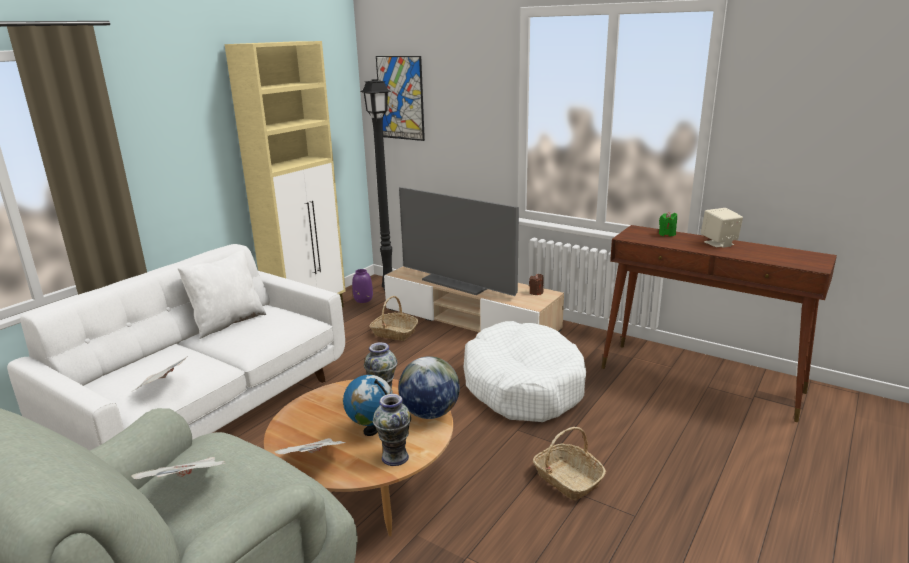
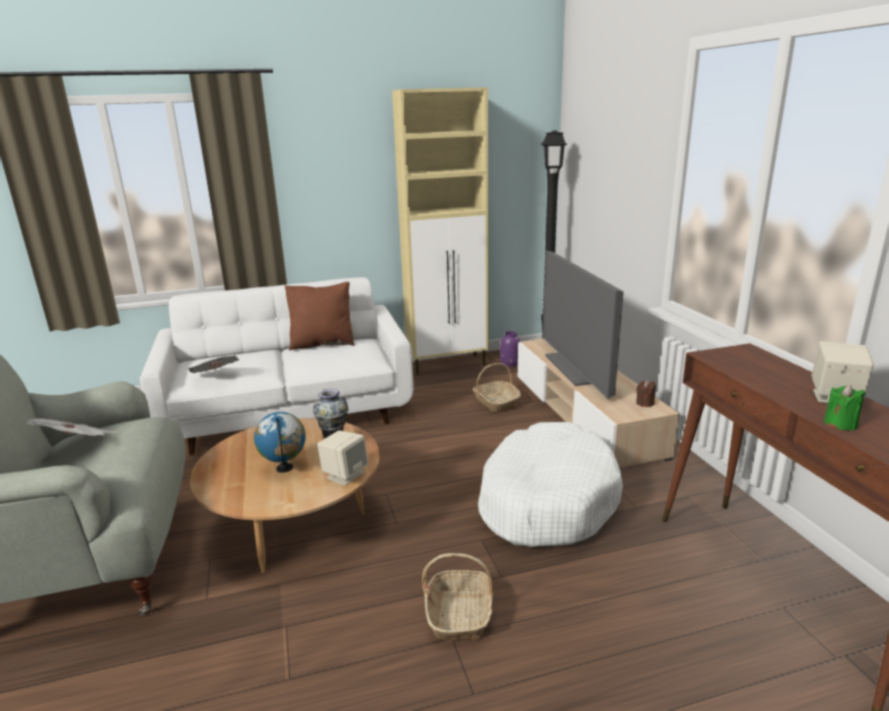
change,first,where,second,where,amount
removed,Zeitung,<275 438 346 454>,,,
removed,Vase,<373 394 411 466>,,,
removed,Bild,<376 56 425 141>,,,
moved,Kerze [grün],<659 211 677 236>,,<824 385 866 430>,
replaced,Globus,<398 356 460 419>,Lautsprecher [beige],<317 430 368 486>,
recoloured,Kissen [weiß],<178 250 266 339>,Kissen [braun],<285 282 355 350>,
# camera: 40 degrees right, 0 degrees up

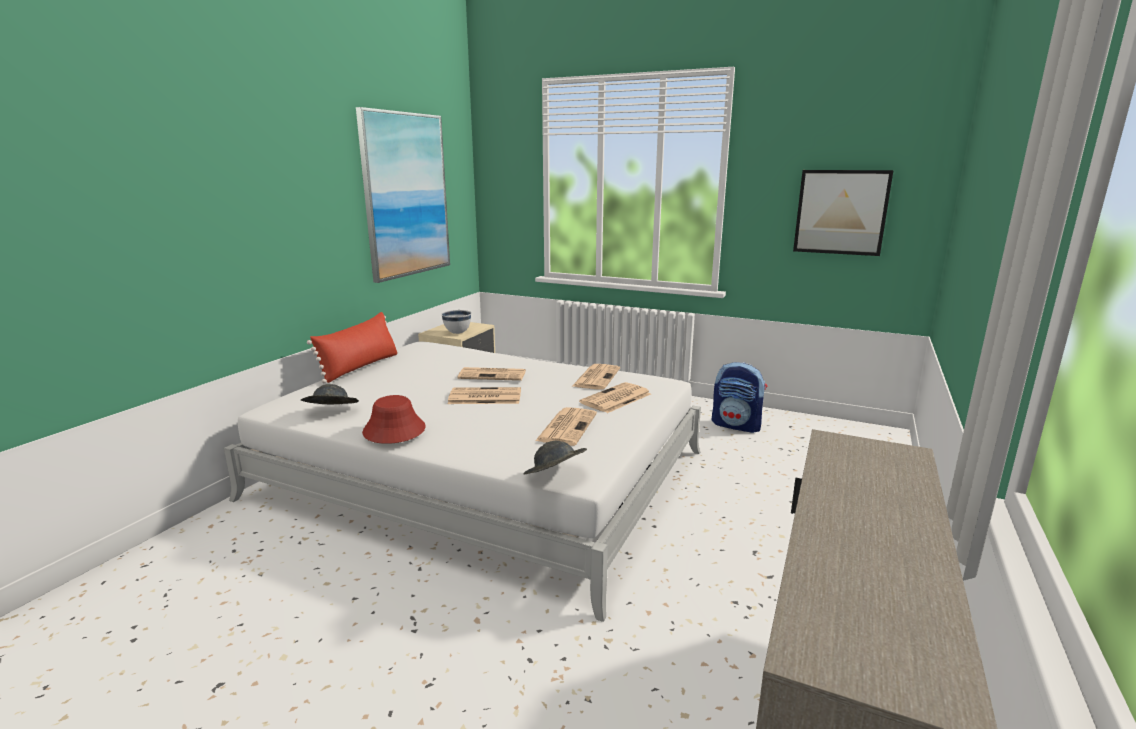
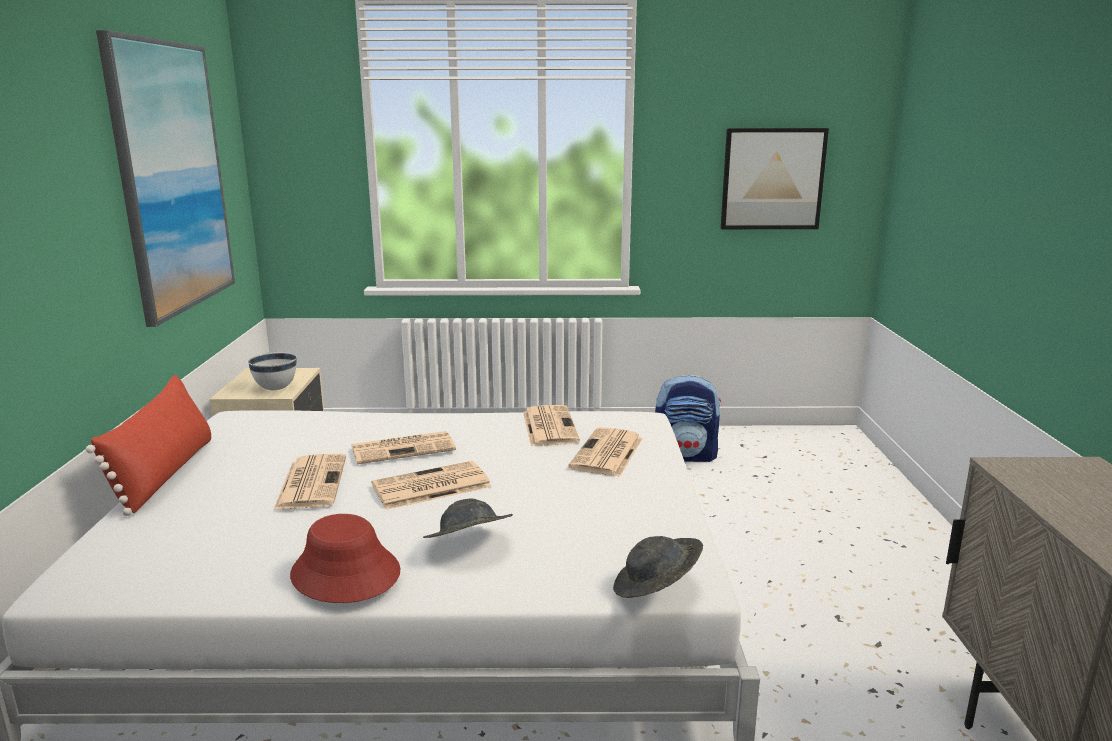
change,first,where,second,where,amount
moved,Hut [grau],<301 384 359 404>,,<423 499 513 538>,
moved,Zeitung,<535 407 597 446>,,<273 454 346 510>,
# camera: 25 degrees left, 0 degrees up

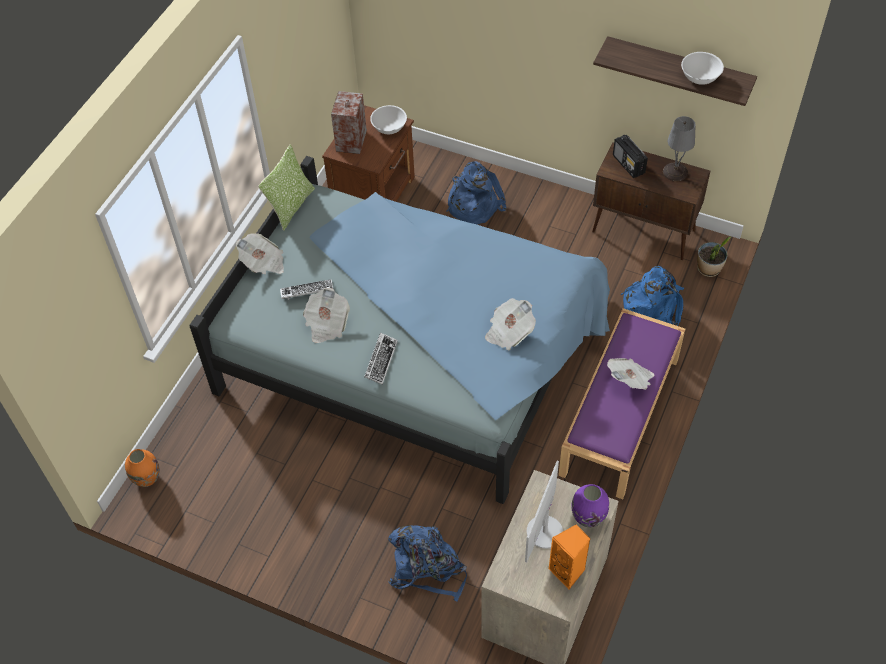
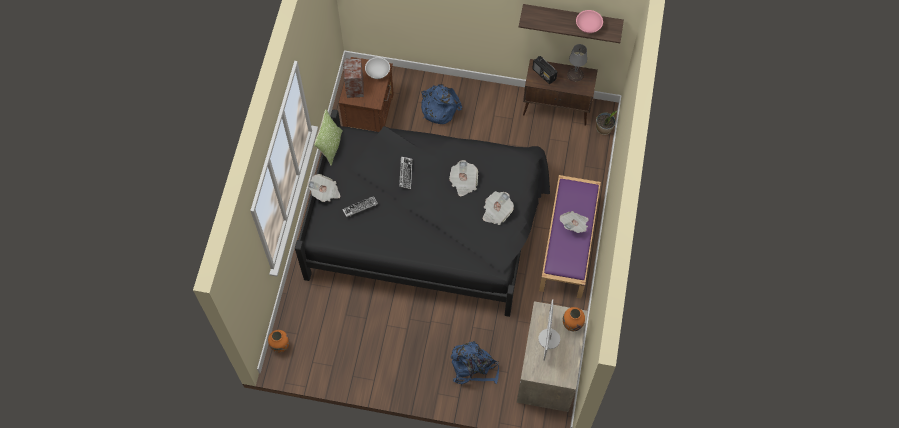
change,first,where,second,where,amount
removed,Lautsprecher [orange],<549 524 591 589>,,,
removed,Rucksack [blau],<621 266 684 326>,,,
moved,Zeitung,<303 288 350 343>,,<449 160 478 196>,
moved,Tastatur,<364 333 398 385>,,<399 157 412 189>,
recoloured,Bett [blau],<189 156 610 504>,Bett [schwarz],<295 110 550 317>,
recoloured,Vase [lila],<572 484 609 527>,Vase [orange],<563 307 585 331>,
recoloured,Schüssel [weiß],<681 52 724 85>,Schüssel [rosa],<576 10 603 33>,
# camera: 15 degrees left, 10 degrees up

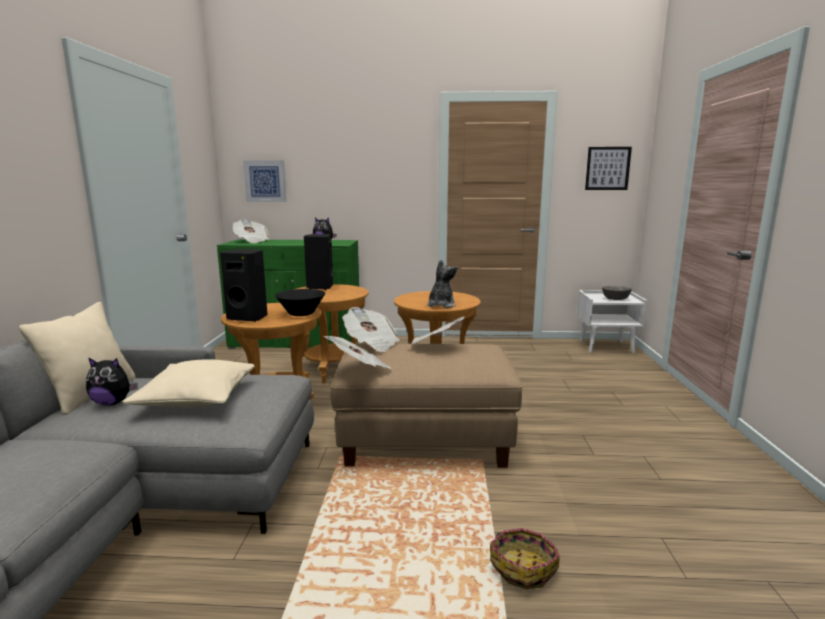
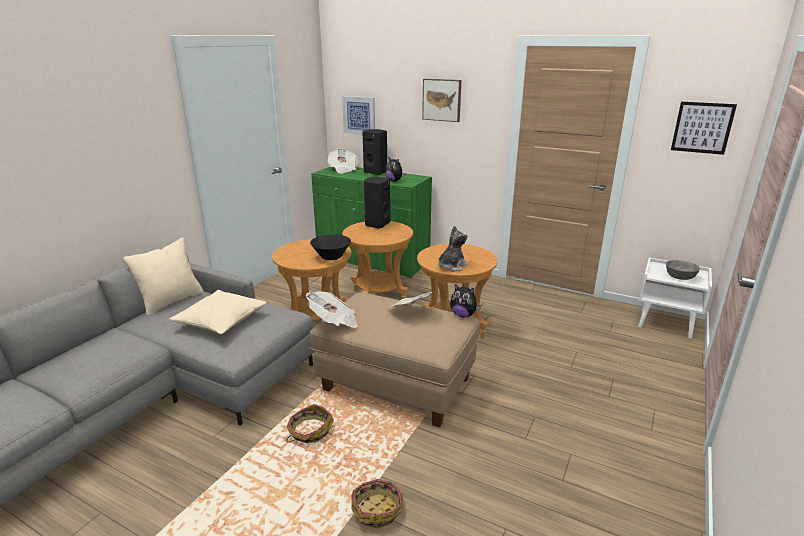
change,first,where,second,where,amount
removed,Zeitung,<342 307 400 352>,,,
added,,,Korb,<286 404 334 443>,
added,,,Bild,<422 79 461 122>,
moved,Plüschtier,<86 357 138 406>,,<450 284 481 318>,
moved,Lautsprecher [schwarz],<220 249 268 322>,,<362 129 387 175>,
# camera: 25 degrees right, 10 degrees up

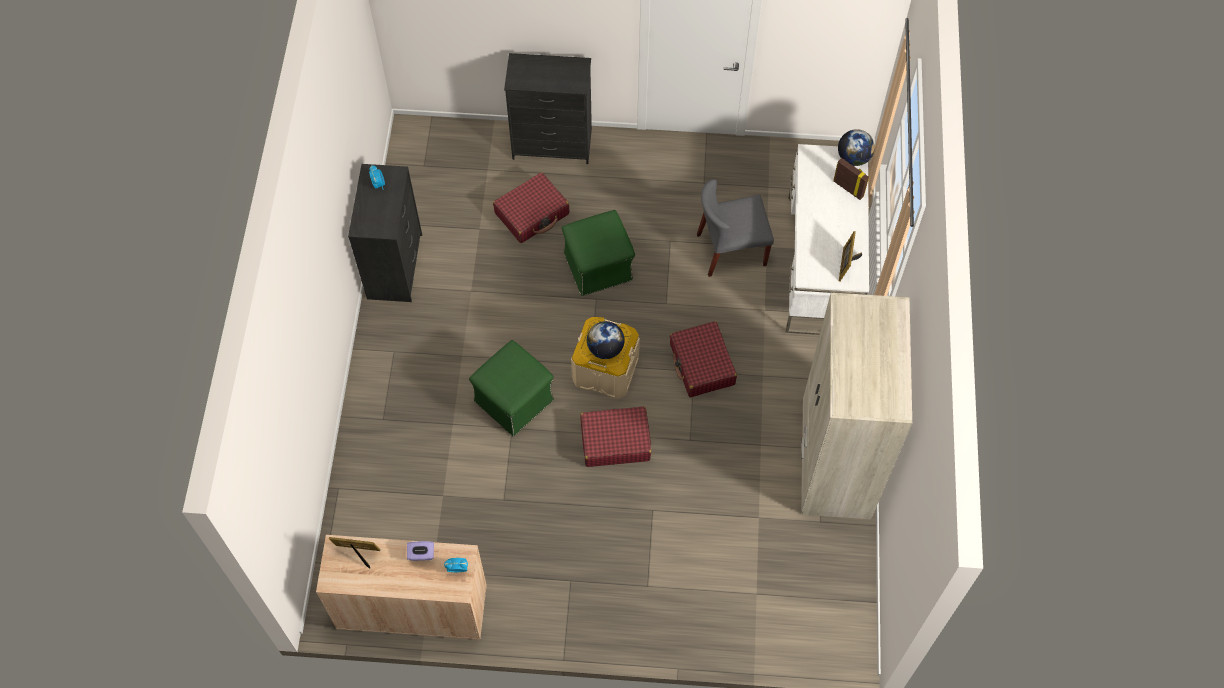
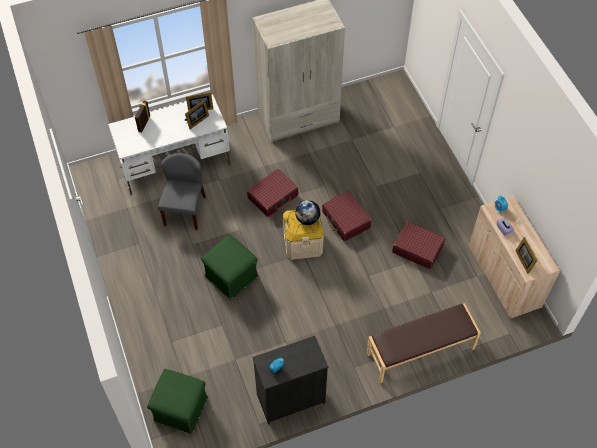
change,first,where,second,where,amount
removed,Kommode [schwarz],<504 53 592 164>,,,
removed,Globus,<838 129 875 166>,,,
added,,,Bilderrahmen,<185 100 209 129>,
added,,,Bank [braun],<366 303 481 383>,
moved,Polsterhocker [grün],<469 340 554 436>,,<147 369 208 434>,
moved,Koffer [rot],<493 172 569 243>,,<392 221 445 269>,
turned,Stuhl [grau],<697 179 774 277>,,<158 153 206 230>,135 degrees counterclockwise
# camera: 115 degrees left, 5 degrees down

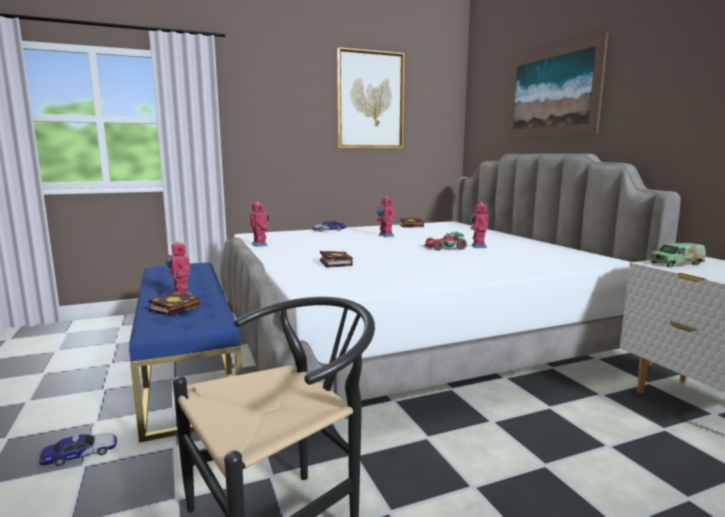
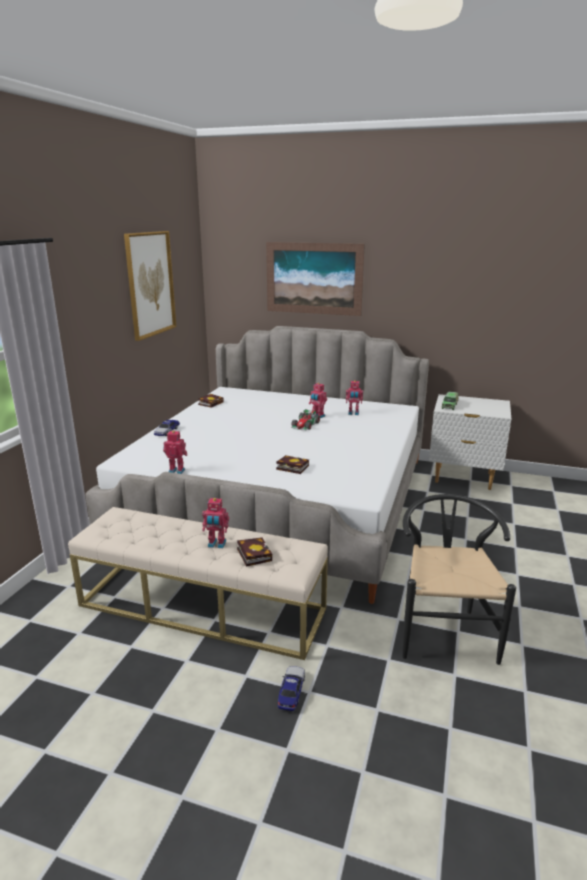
change,first,where,second,where,amount
moved,Spielzeugroboter,<376 197 395 237>,,<346 380 363 415>,
recoloured,Bank [blau],<129 263 242 443>,Bank [beige],<68 507 328 660>,
# camera: 50 degrees left, 10 degrees up

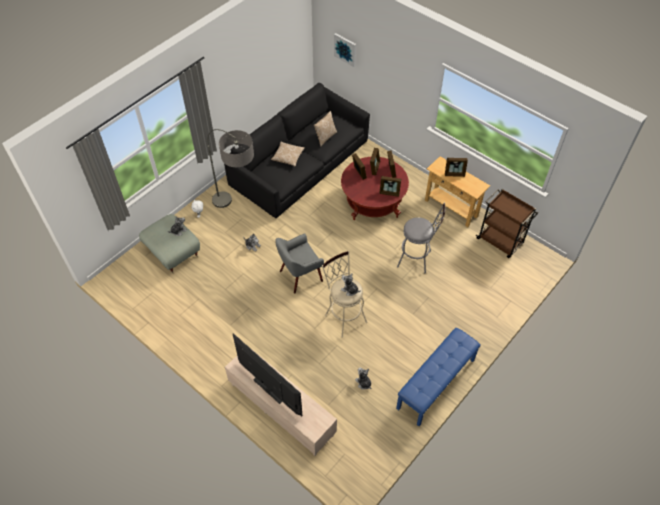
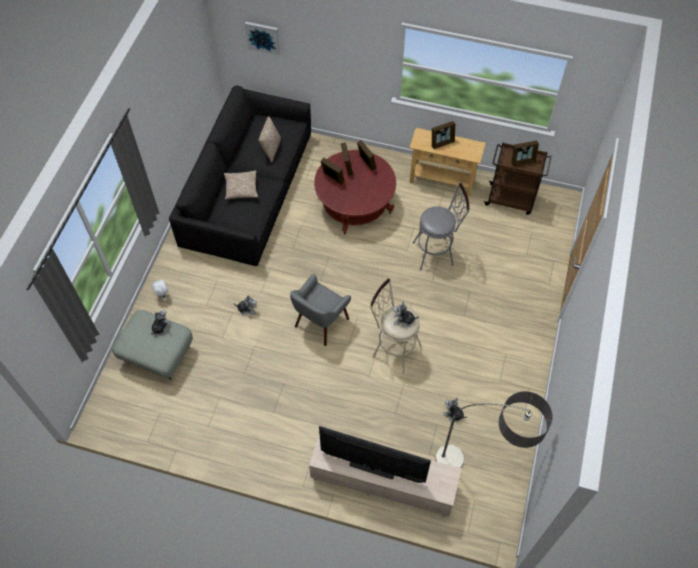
change,first,where,second,where,amount
removed,Bank [blau],<396 328 481 426>,,,
moved,Stehlampe,<207 129 254 208>,,<436 391 553 468>,
moved,Bilderrahmen,<379 176 401 197>,,<511 140 539 166>,
# camera: 25 degrees left, 5 degrees up

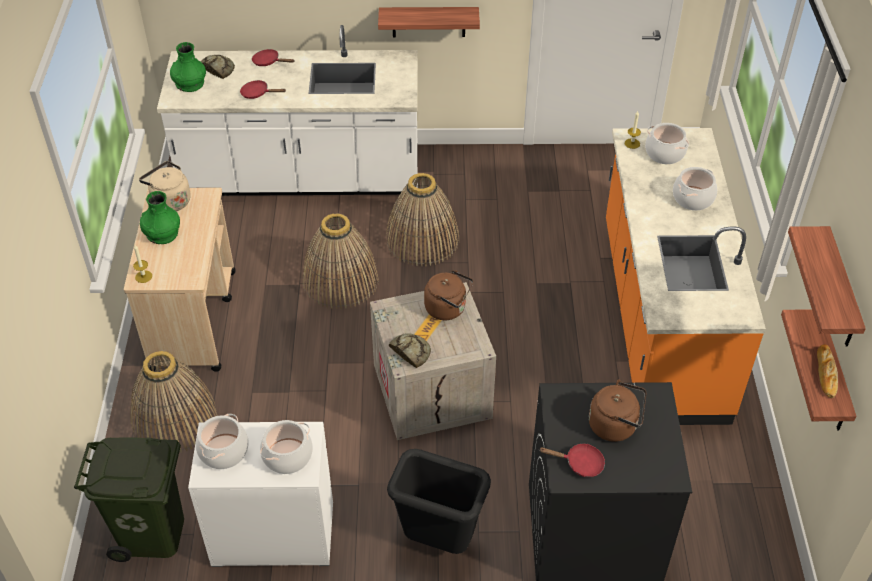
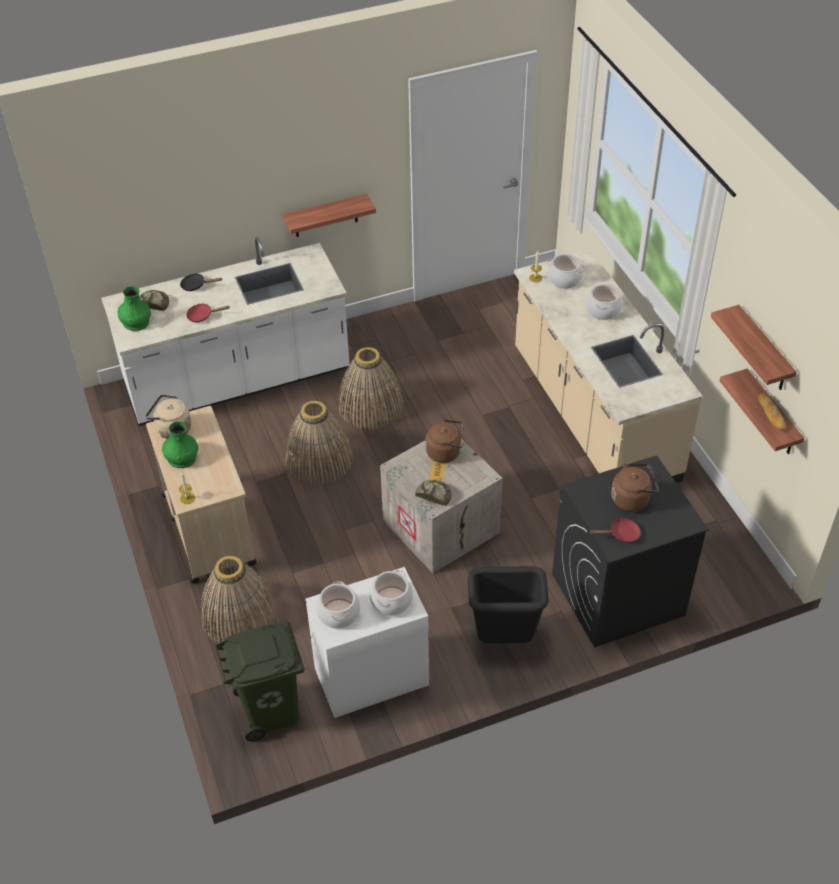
change,first,where,second,where,amount
recoloured,Pfanne [rot],<252 49 295 66>,Pfanne [schwarz],<180 273 222 291>,
recoloured,Küchenzeile [orange],<606 128 766 425>,Küchenzeile [beige],<514 250 703 483>,
# camera: 20 degrees left, 0 degrees up

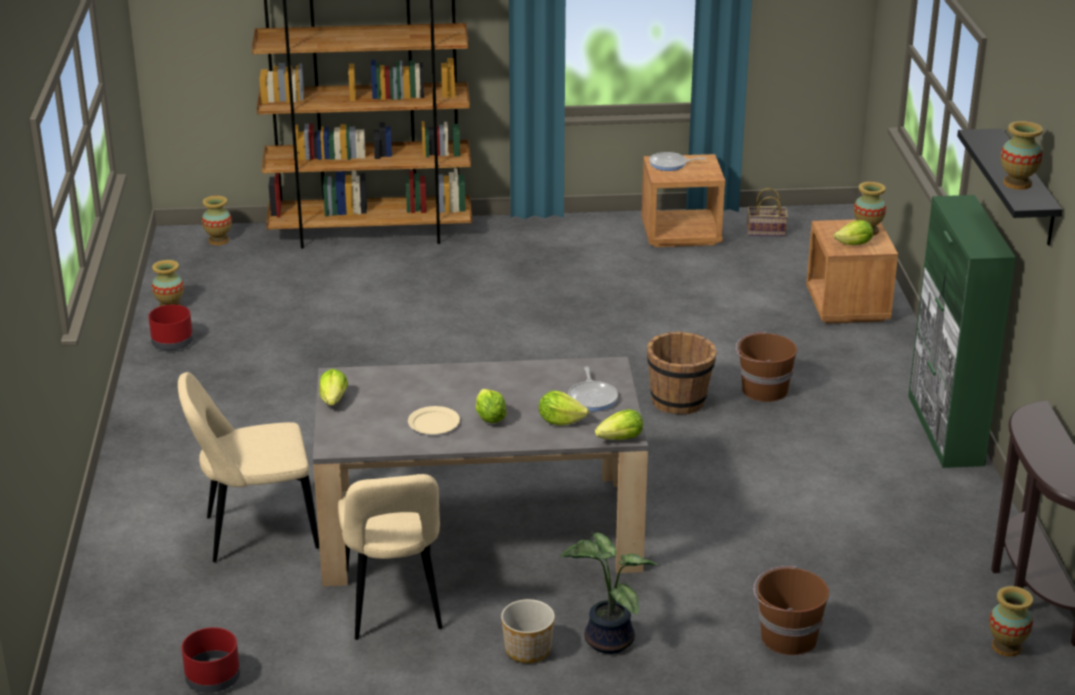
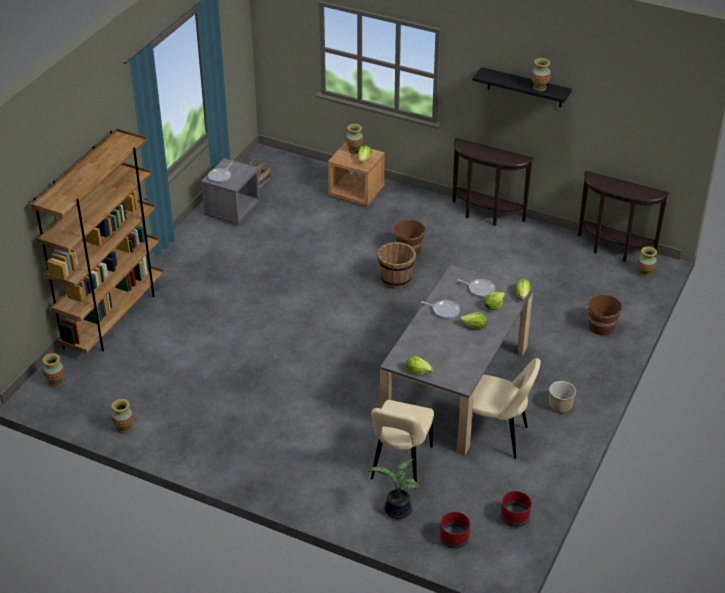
change,first,where,second,where,amount
removed,Teller [beige],<408 406 460 434>,,,
added,,,Pfanne,<421 300 460 319>,
moved,Pflanzkübel [rot],<148 305 193 350>,,<440 512 470 549>,
moved,Topfpflanze,<561 533 658 654>,,<368 458 420 519>,
replaced,Schrank [grün],<908 195 1016 468>,Konsolentisch [braun],<452 138 534 226>,
recoloured,Nachttisch [braun],<641 154 725 247>,Nachttisch [grau],<201 158 260 225>,
# camera: 60 degrees left, 10 degrees up

